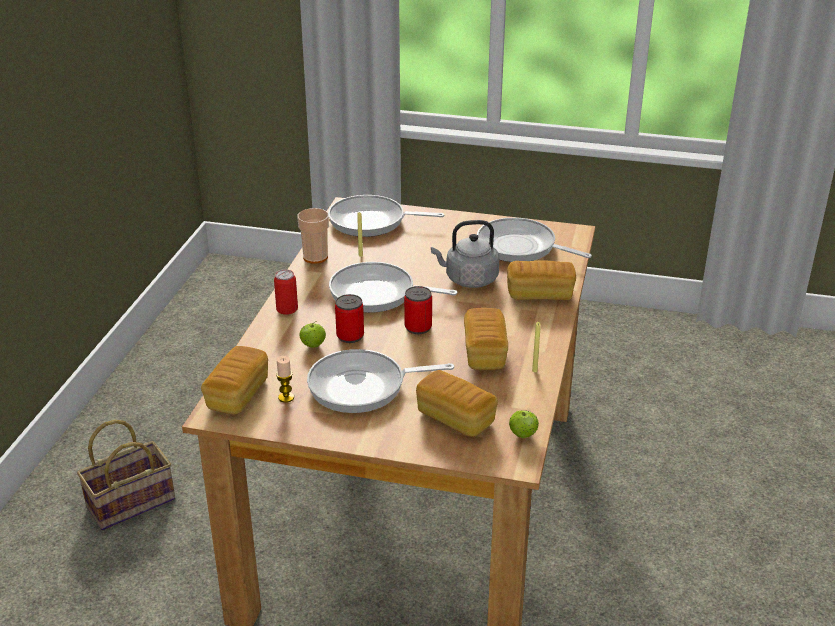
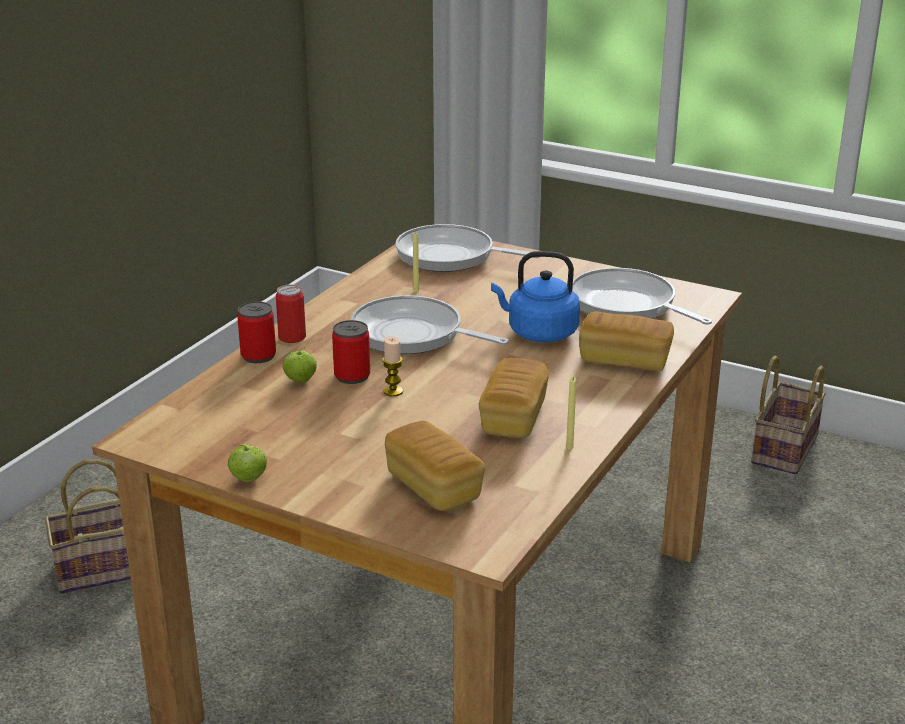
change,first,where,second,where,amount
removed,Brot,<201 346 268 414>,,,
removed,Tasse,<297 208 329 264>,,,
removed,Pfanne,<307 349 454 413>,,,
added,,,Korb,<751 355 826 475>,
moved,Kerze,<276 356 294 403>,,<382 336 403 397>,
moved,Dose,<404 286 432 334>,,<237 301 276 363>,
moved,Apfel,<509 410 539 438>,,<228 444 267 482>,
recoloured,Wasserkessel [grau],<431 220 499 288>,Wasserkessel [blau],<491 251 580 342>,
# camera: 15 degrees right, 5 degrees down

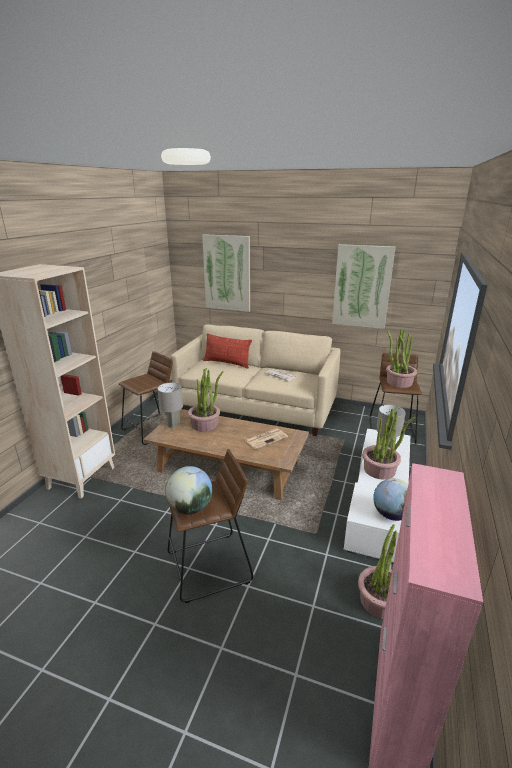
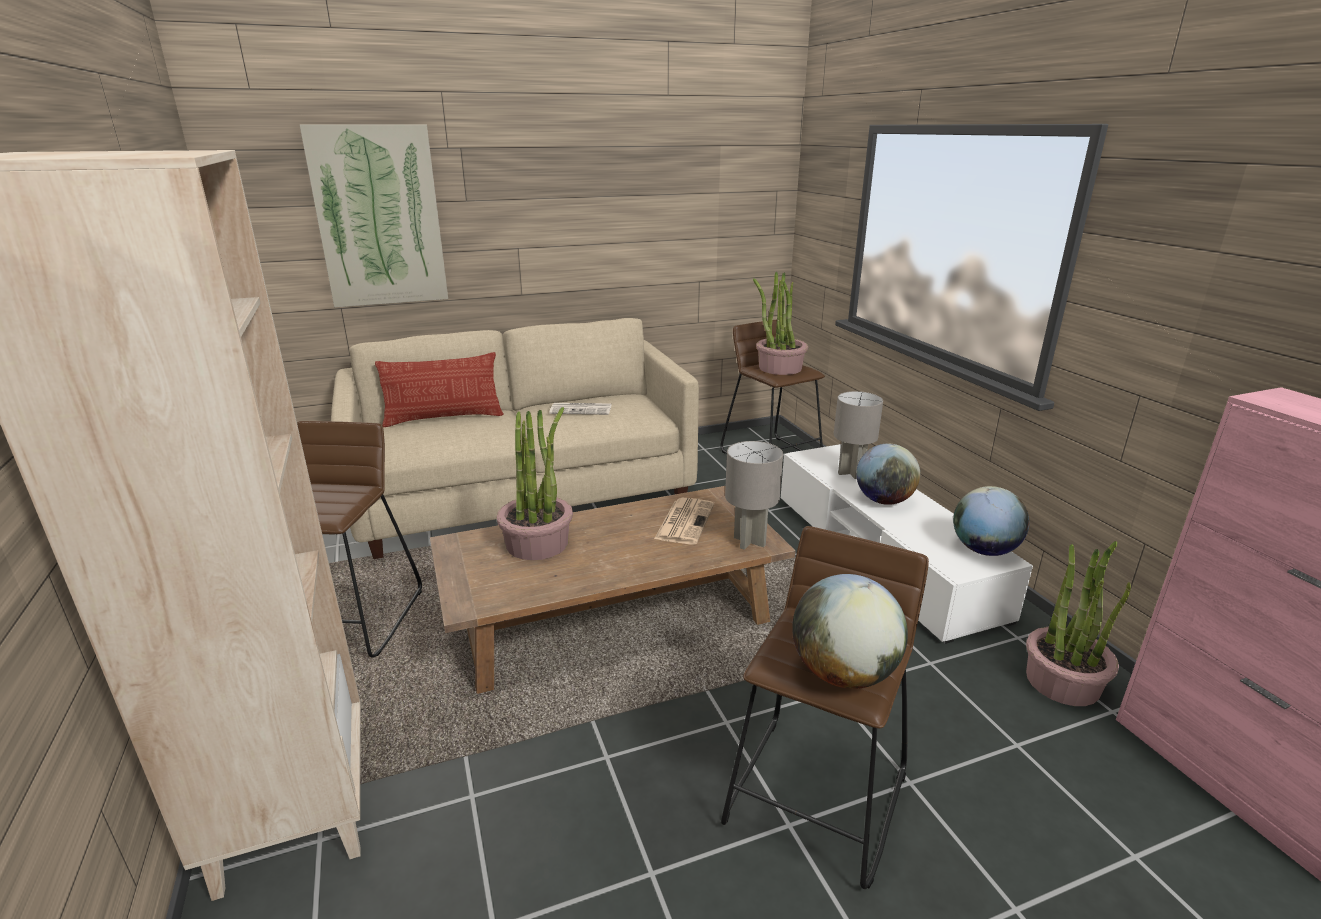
change,first,where,second,where,amount
removed,Bild,<332 244 395 329>,,,
moved,Tischlampe [grau],<157 383 183 430>,,<725 441 783 550>,
replaced,Topfpflanze,<362 408 415 480>,Globus,<856 444 920 505>,
# camera: 40 degrees left, 0 degrees up

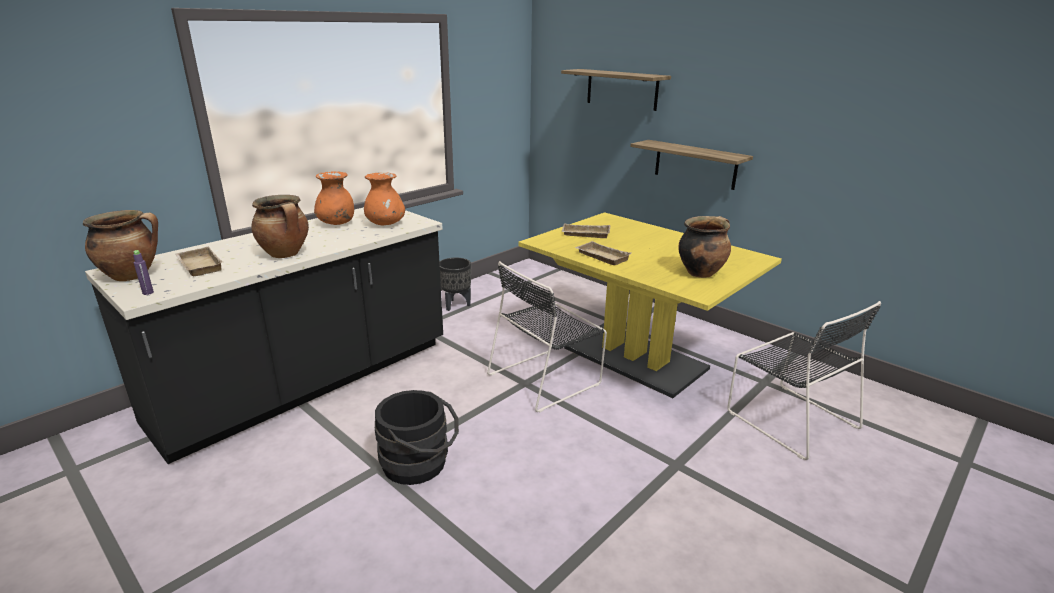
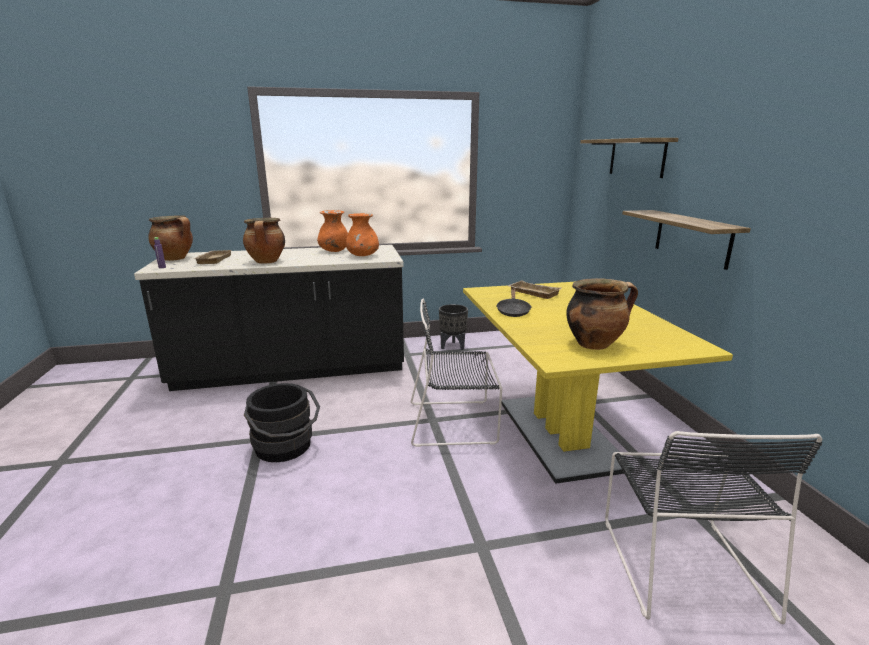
change,first,where,second,where,amount
replaced,Tablett [beige],<575 241 631 265>,Pfanne [schwarz],<496 289 531 317>,
# camera: 35 degrees right, 5 degrees down

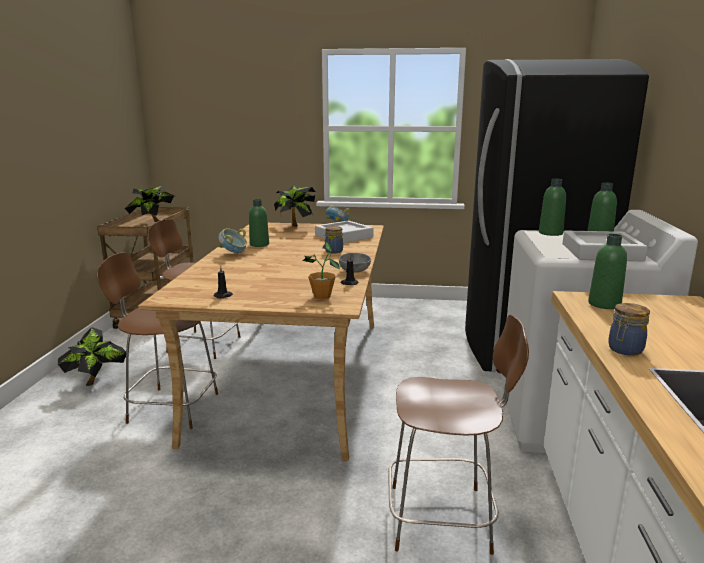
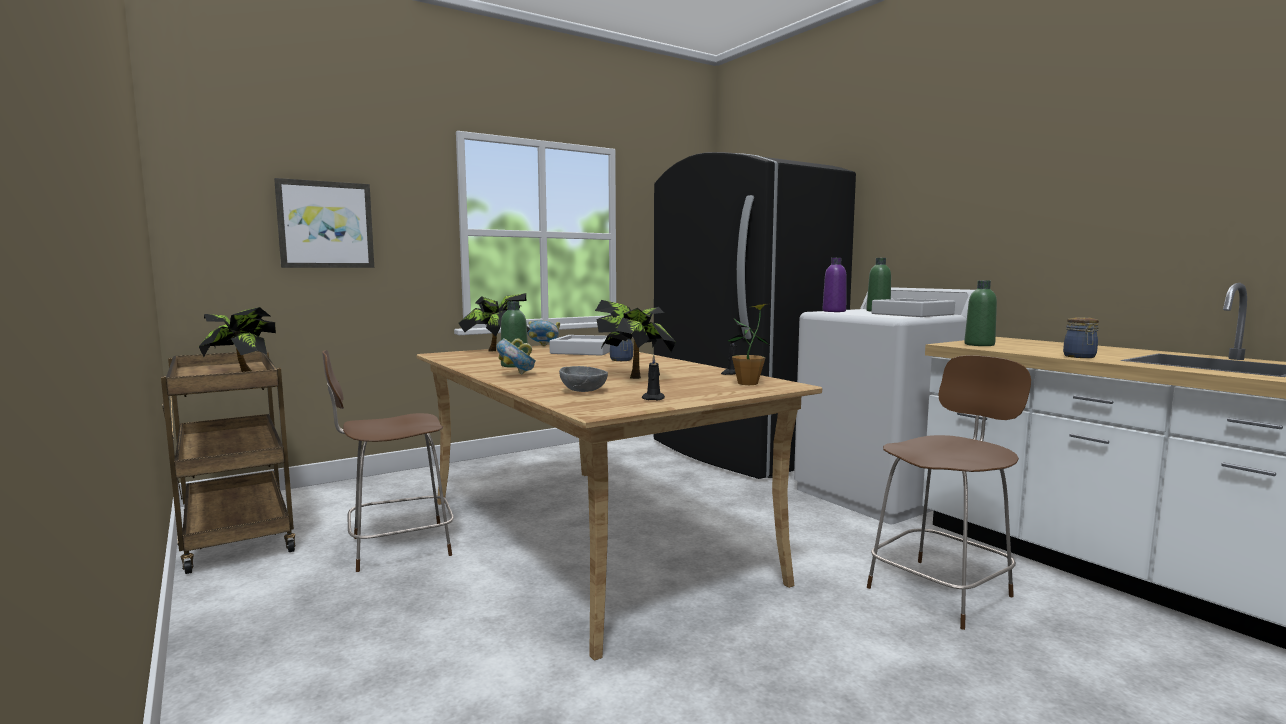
change,first,where,second,where,amount
removed,Stuhl [braun],<97 252 218 429>,,,
added,,,Bild,<274 178 374 268>,
moved,Topfpflanze,<58 327 126 386>,,<595 300 676 379>,
moved,Schüssel [grau],<339 253 371 273>,,<559 366 608 392>,
recoloured,Flasche [grün],<539 179 566 236>,Flasche [lila],<822 258 847 312>,
# camera: 40 degrees left, 10 degrees down

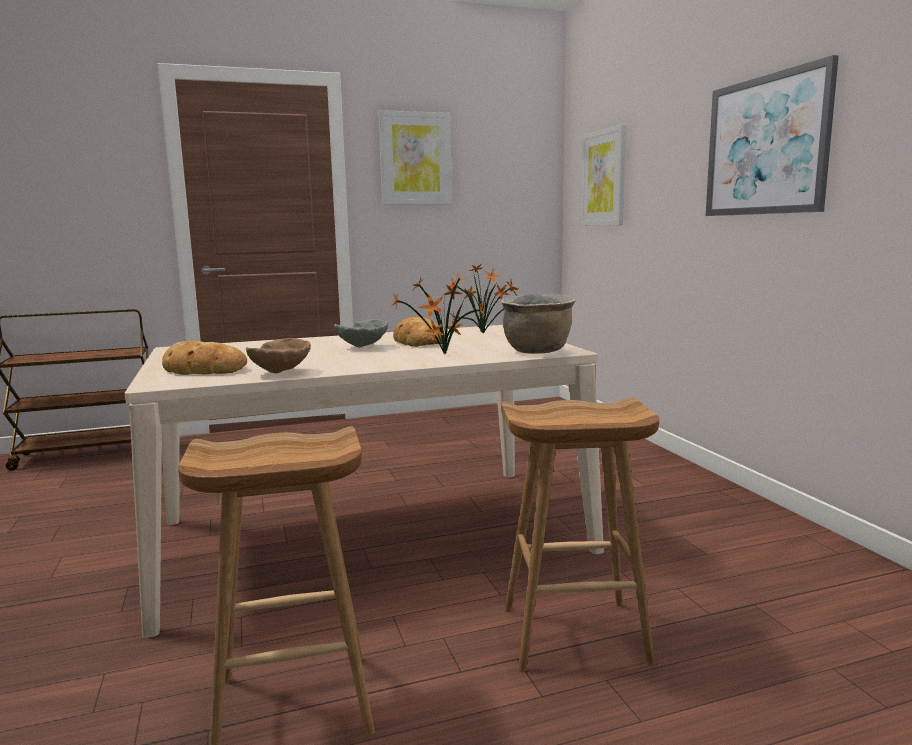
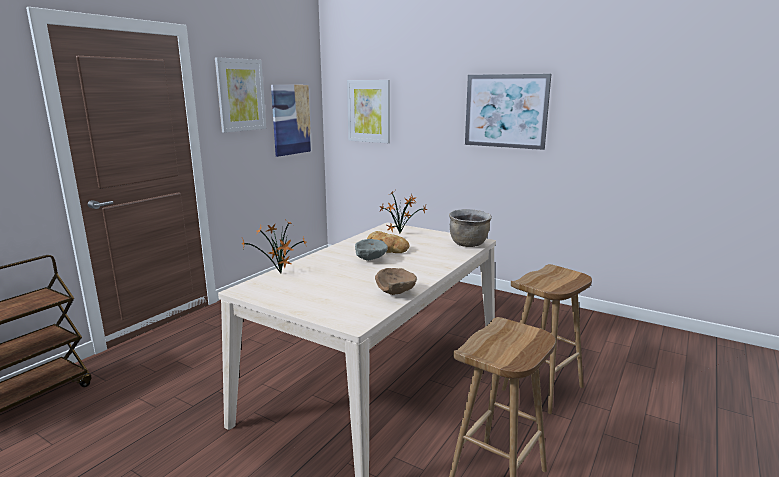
change,first,where,second,where,amount
removed,Brot,<162 341 247 375>,,,
added,,,Bild,<271 85 311 157>,
moved,Topfpflanze,<392 272 486 354>,,<241 221 306 273>,
# camera: 40 degrees left, 5 degrees up

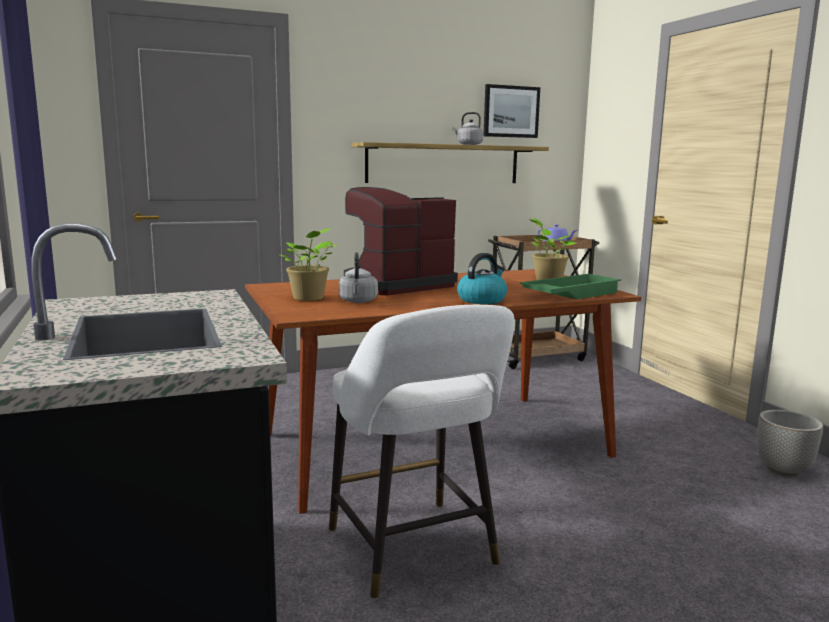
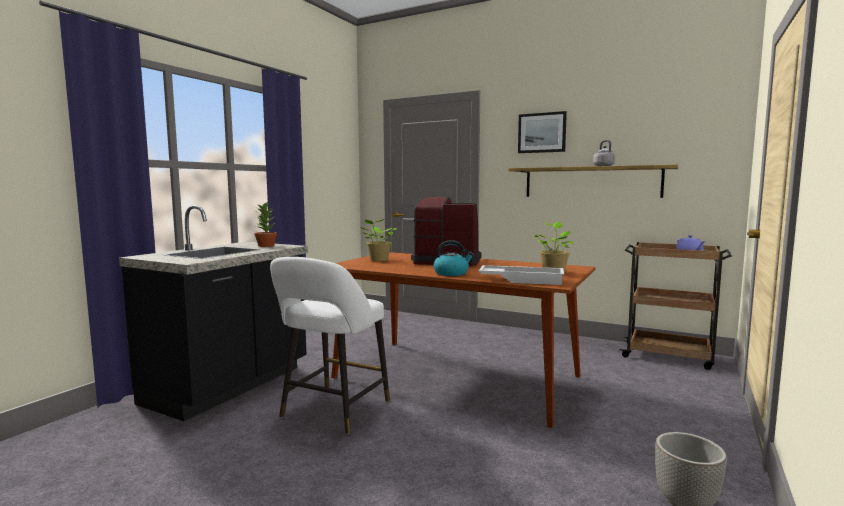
change,first,where,second,where,amount
removed,Wasserkessel [grau],<339 252 378 303>,,,
added,,,Topfpflanze,<254 202 277 247>,
moved,Bild,<483 84 540 138>,,<518 111 567 153>,
recoloured,Tablett [grün],<519 274 621 299>,Tablett [weiß],<479 265 564 285>,
# camera: 50 degrees right, 5 degrees down

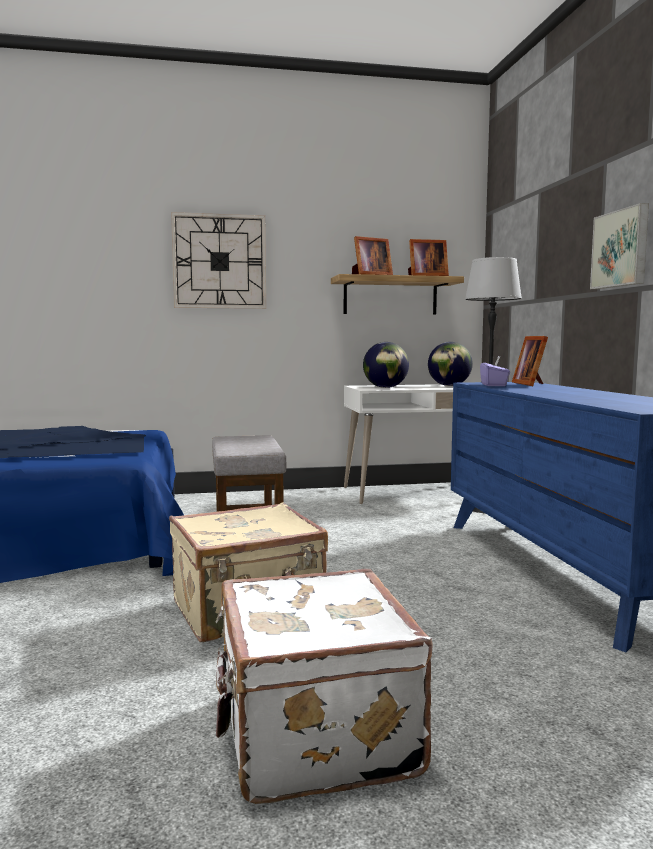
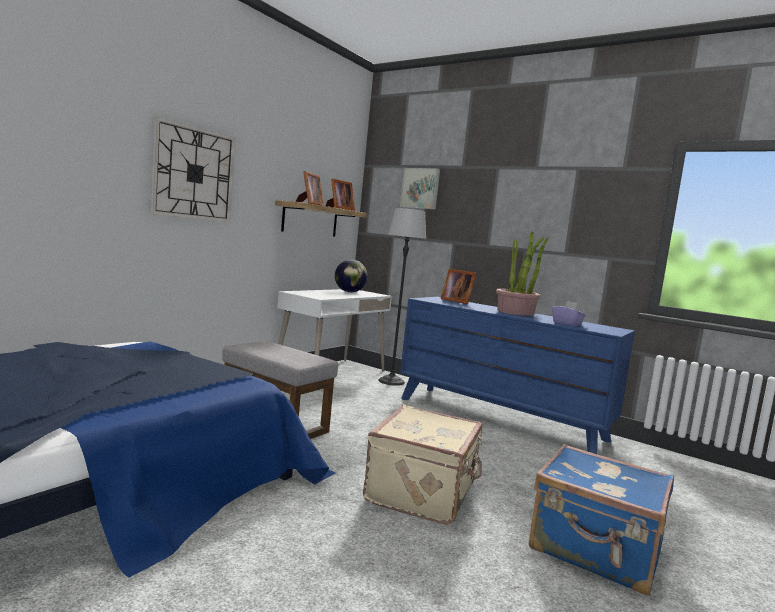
change,first,where,second,where,amount
removed,Globus,<363 342 409 388>,,,
added,,,Topfpflanze,<496 231 548 316>,
moved,Taschentuchbox [lila],<480 356 510 386>,,<552 301 586 326>,
moved,Bild,<590 203 649 289>,,<400 168 440 210>,
recoloured,Koffer [weiß],<216 569 433 804>,Koffer [blau],<529 444 674 596>,
# camera: 45 degrees left, 0 degrees up

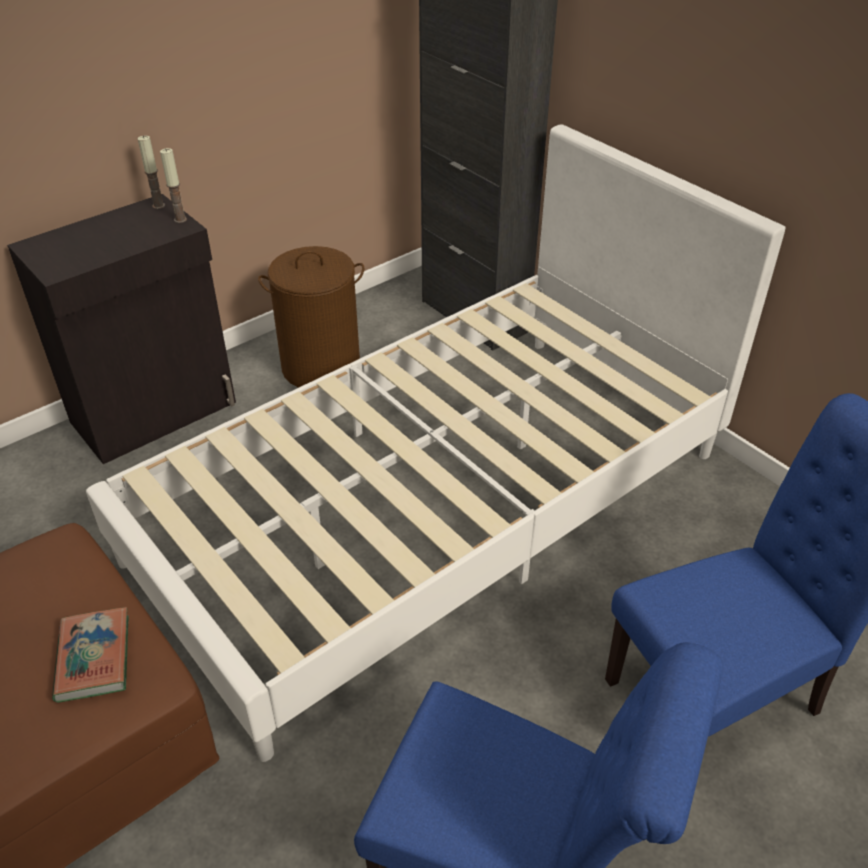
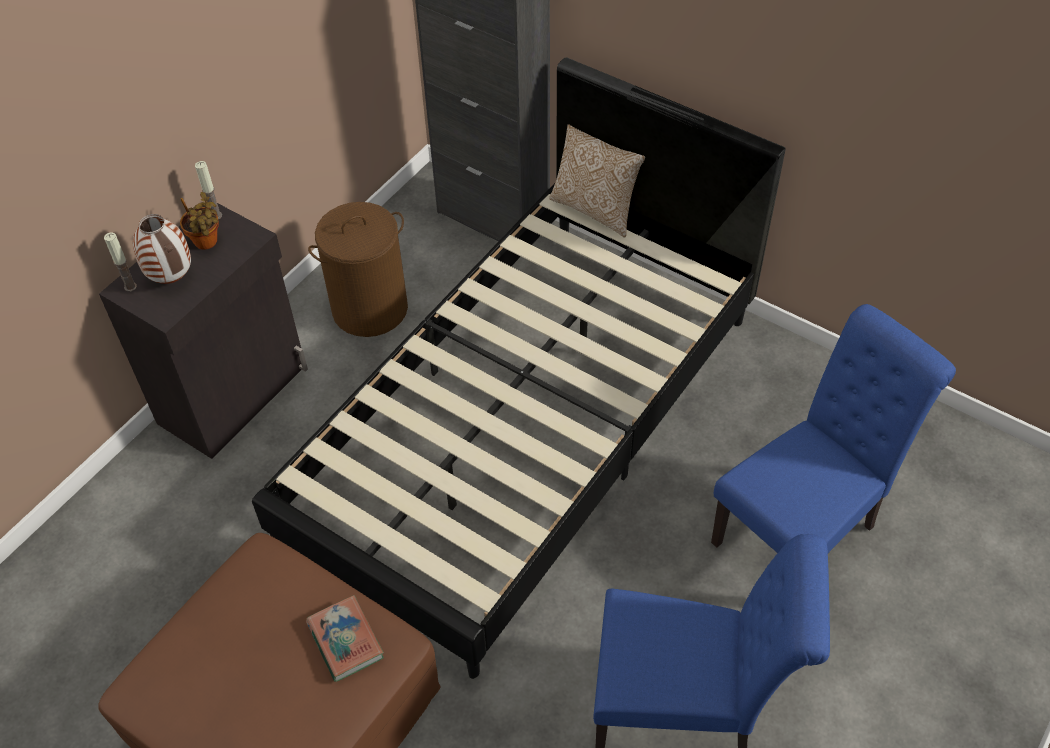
change,first,where,second,where,amount
added,,,Vase,<133 214 191 284>,
added,,,Topfpflanze,<180 192 219 249>,
added,,,Kissen,<549 124 645 238>,
moved,Kerze,<160 148 187 223>,,<104 232 137 292>,
recoloured,Bett [weiß],<86 124 786 762>,Bett [schwarz],<252 57 786 679>,
# camera: 15 degrees left, 10 degrees up

